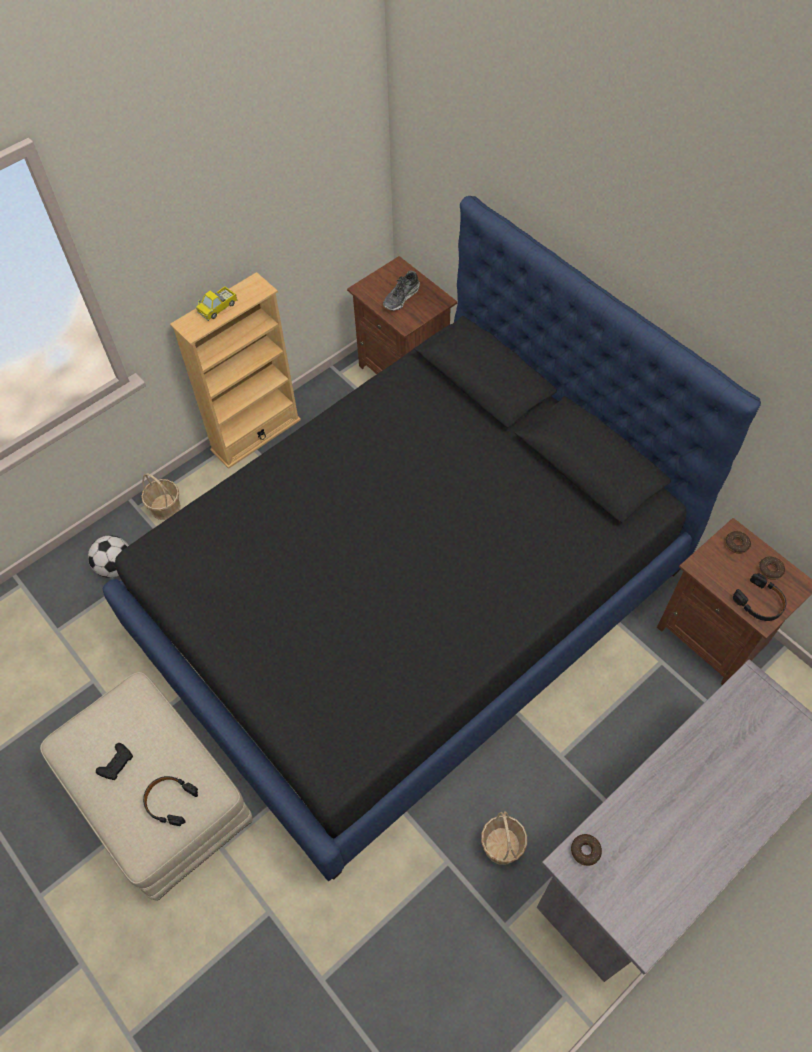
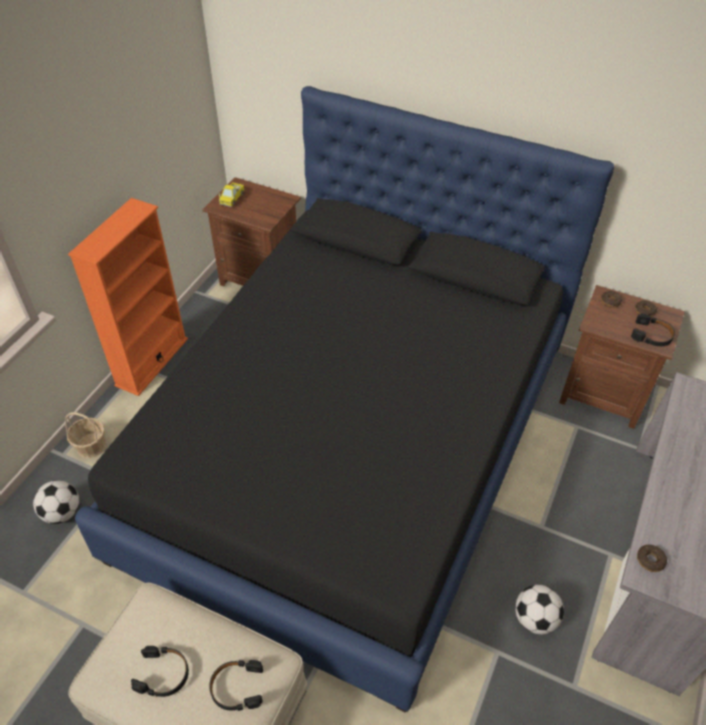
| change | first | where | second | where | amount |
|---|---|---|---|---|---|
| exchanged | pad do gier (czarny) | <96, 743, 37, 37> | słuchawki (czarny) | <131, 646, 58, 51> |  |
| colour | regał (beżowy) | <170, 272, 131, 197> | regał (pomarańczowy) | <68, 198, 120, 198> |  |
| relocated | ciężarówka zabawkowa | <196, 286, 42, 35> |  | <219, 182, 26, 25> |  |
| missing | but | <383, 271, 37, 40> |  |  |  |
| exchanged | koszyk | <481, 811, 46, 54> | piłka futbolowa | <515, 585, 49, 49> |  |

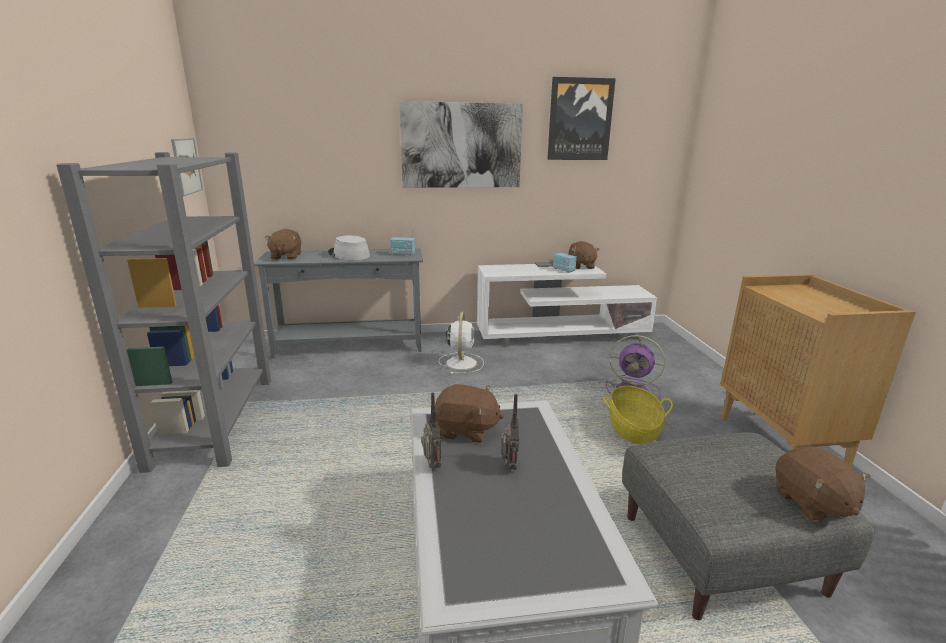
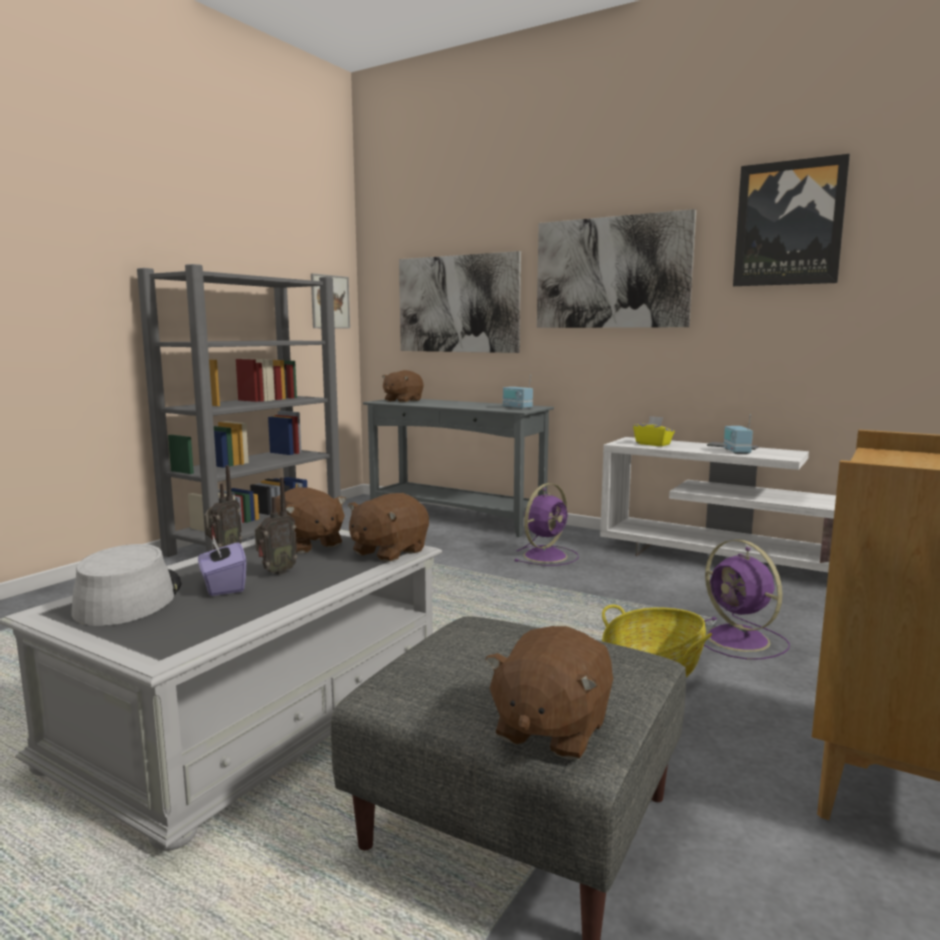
| change | first | where | second | where | amount |
|---|---|---|---|---|---|
| relocated | kapelusz (szary) | <328, 235, 42, 25> |  | <71, 544, 111, 82> |  |
| colour | wentylator (biały) | <439, 312, 45, 62> | wentylator (fioletowy) | <515, 483, 64, 83> |  |
| relocated | pluszak (brązowy) | <569, 241, 31, 28> |  | <348, 493, 81, 69> |  |
| appeared |  |  | pudełko chusteczek (fioletowy) | <198, 536, 48, 60> |  |
| appeared |  |  | obraz | <399, 251, 122, 102> |  |
| appeared |  |  | pudełko chusteczek (żółty) | <633, 416, 42, 30> |  |

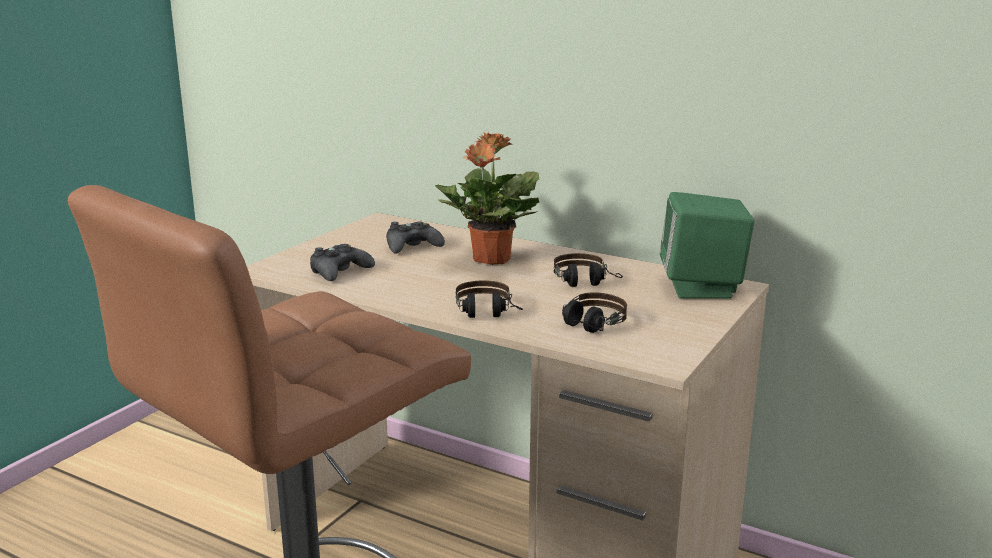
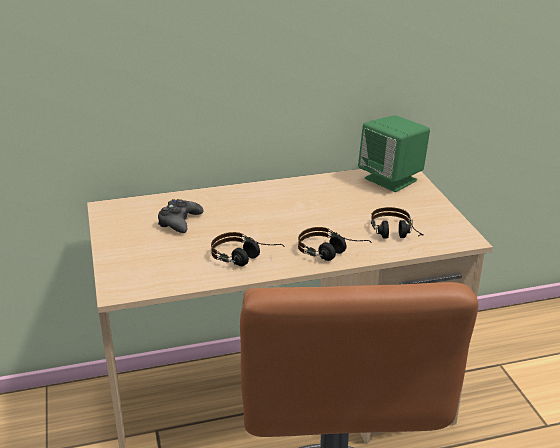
| change | first | where | second | where | amount |
|---|---|---|---|---|---|
| missing | pad do gier (czarny) | <310, 244, 65, 37> |  |  |  |
| missing | roślina doniczkowa | <435, 132, 104, 133> |  |  |  |
| relocated | słuchawki | <554, 253, 69, 34> |  | <211, 232, 74, 34> |  |

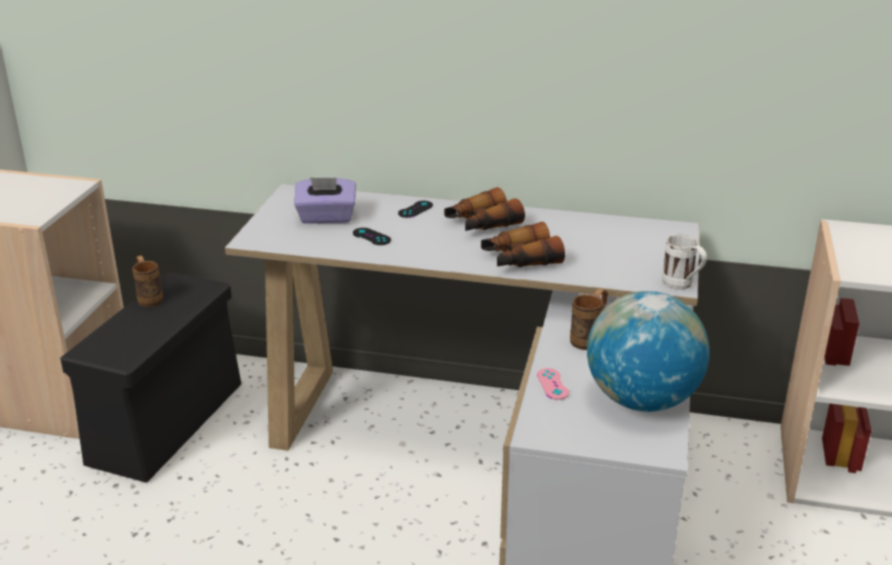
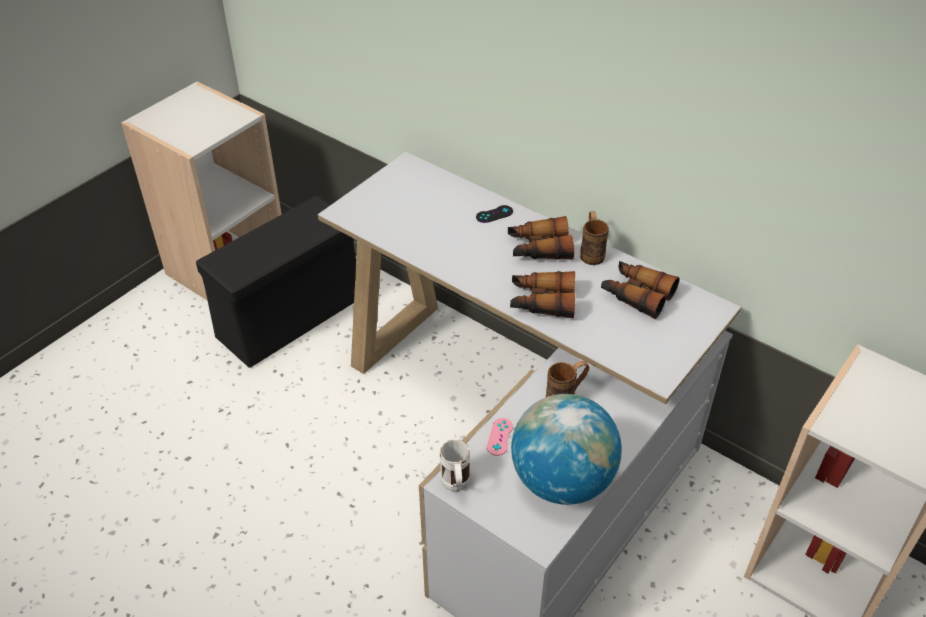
| change | first | where | second | where | amount |
|---|---|---|---|---|---|
| relocated | kubek (brązowy) | <133, 255, 30, 52> |  | <580, 211, 29, 54> |  |
| missing | pudełko chusteczek (fioletowy) | <294, 177, 62, 47> |  |  |  |
| missing | pad do gier (czarny) | <353, 228, 38, 17> |  |  |  |
| relocated | kubek (biały) | <662, 235, 45, 55> |  | <440, 439, 30, 53> |  |
| appeared |  |  | lornetka | <601, 261, 78, 58> |  |

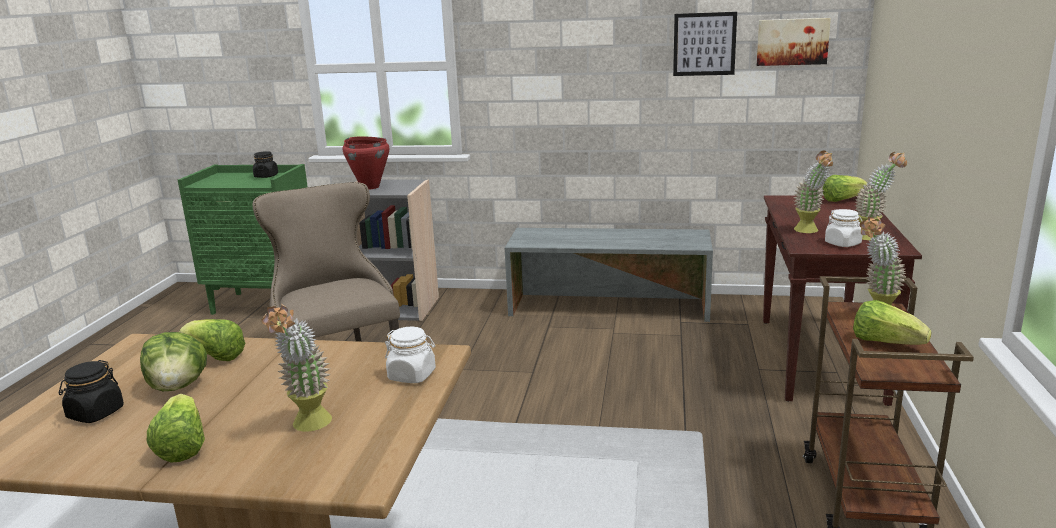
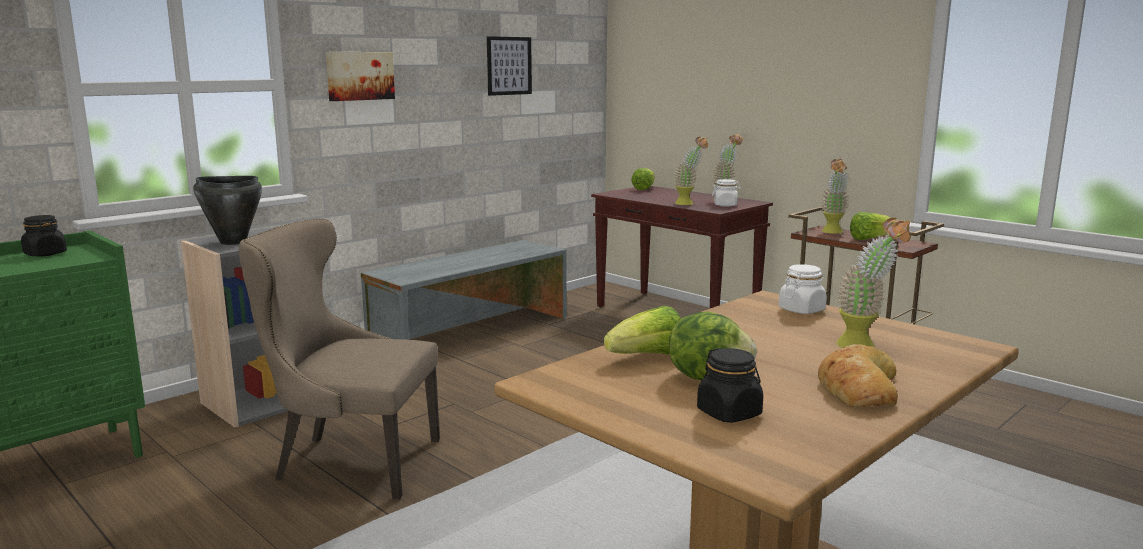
| change | first | where | second | where | amount |
|---|---|---|---|---|---|
| exchanged | sałata | <147, 394, 58, 68> | chleb | <818, 344, 80, 63> |  |
| colour | garnek (czerwony) | <343, 136, 46, 54> | garnek (czarny) | <193, 176, 69, 69> |  |
| relocated | obraz | <756, 18, 75, 48> |  | <326, 52, 69, 49> |  |

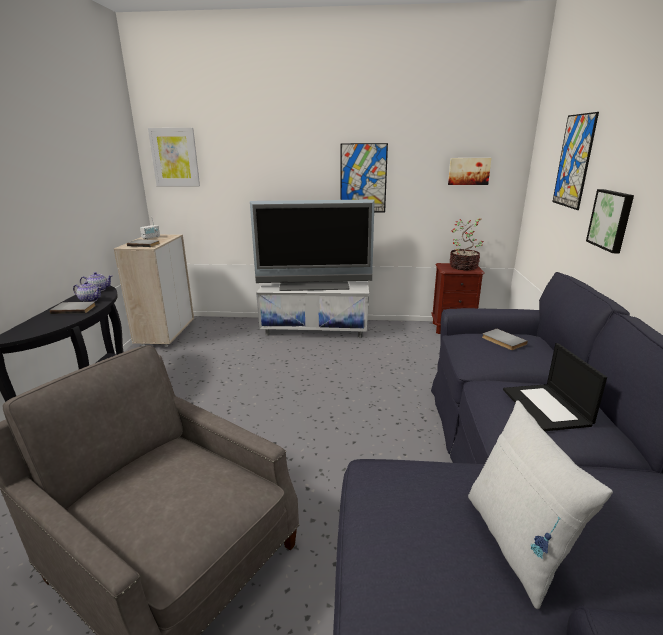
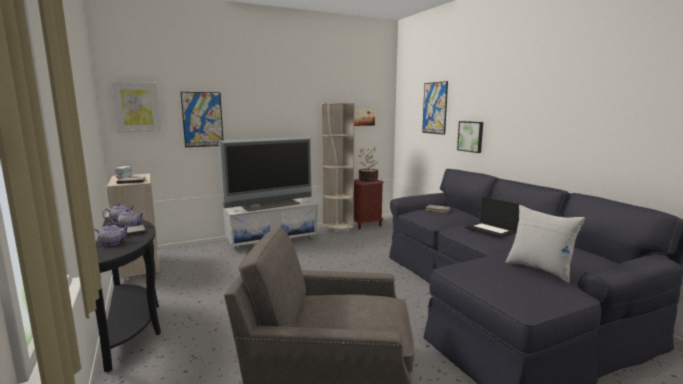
| change | first | where | second | where | amount |
|---|---|---|---|---|---|
| relocated | obraz | <341, 143, 47, 69> |  | <181, 92, 43, 55> |  |
| appeared |  |  | imbryk | <94, 223, 35, 22> |  |
| appeared |  |  | regał (beżowy) | <322, 103, 32, 129> |  |

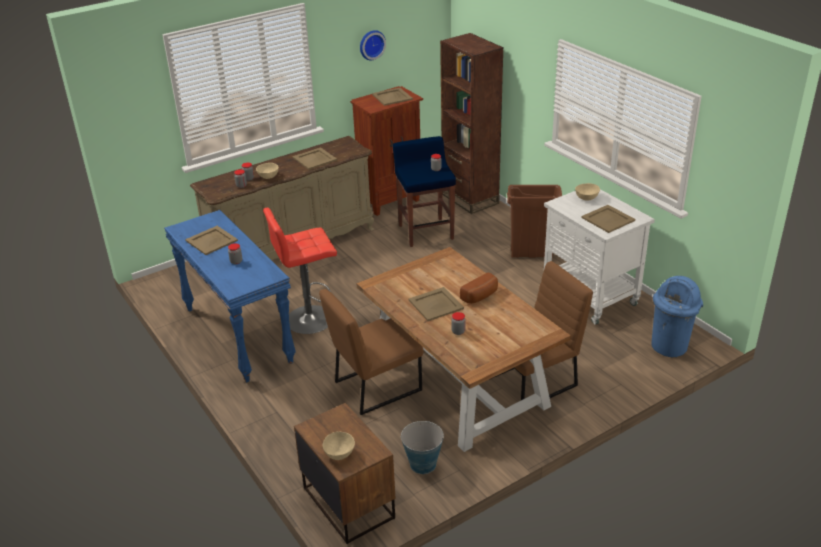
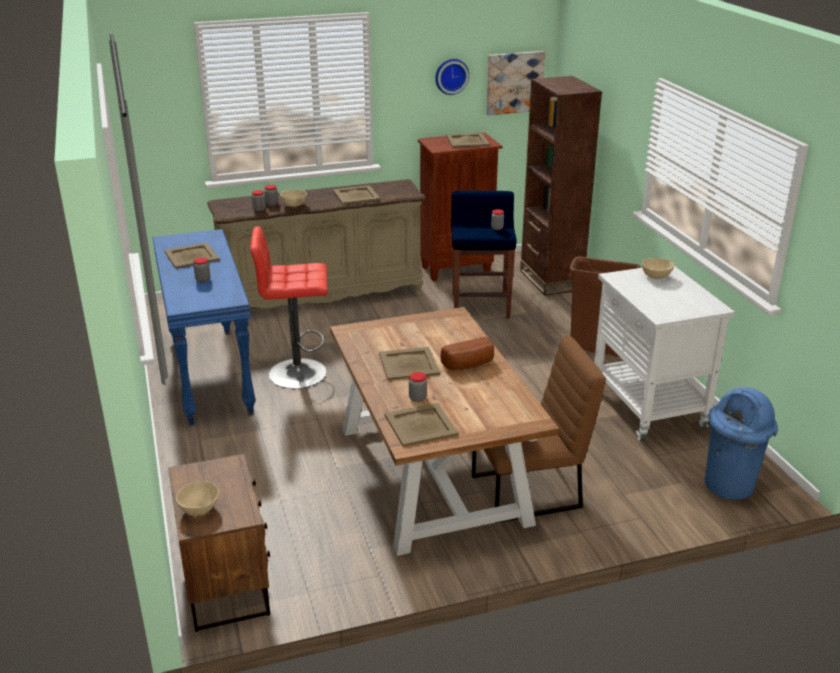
| change | first | where | second | where | amount |
|---|---|---|---|---|---|
| missing | krzesło (brązowy) | <319, 289, 104, 126> |  |  |  |
| missing | wiadro | <400, 421, 44, 53> |  |  |  |
| relocated | taca (beżowy) | <581, 205, 54, 28> |  | <385, 403, 74, 44> |  |
| appeared |  |  | obraz | <487, 51, 58, 64> |  |

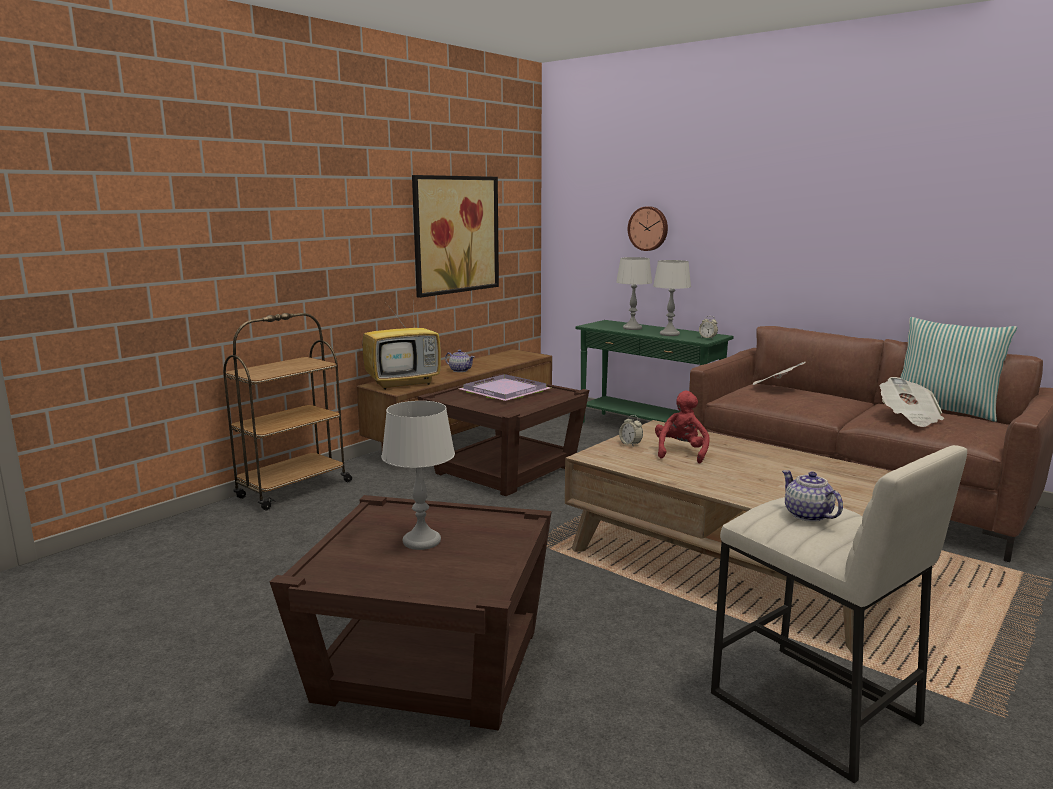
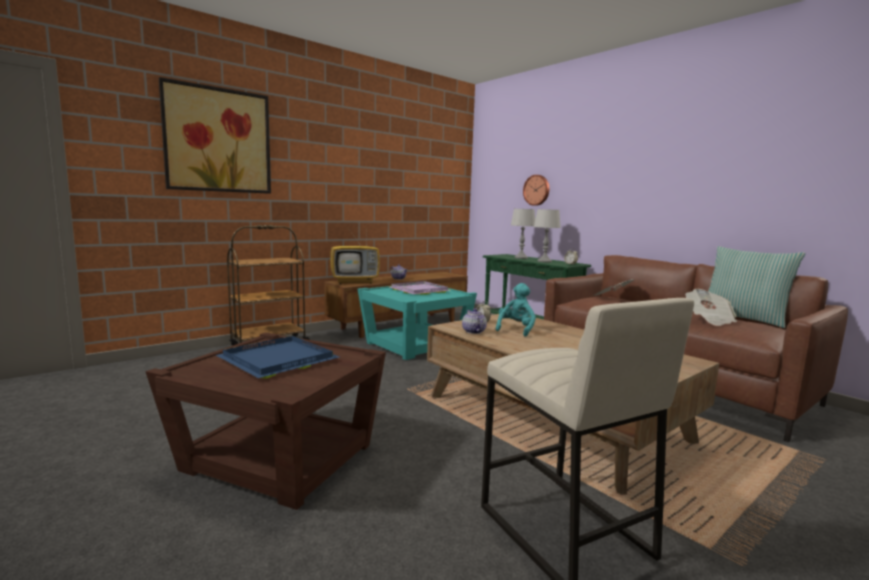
| change | first | where | second | where | amount |
|---|---|---|---|---|---|
| exchanged | lampa stołowa (szary) | <381, 401, 74, 149> | taca (niebieski) | <216, 336, 123, 43> |  |
| relocated | obraz | <412, 175, 87, 123> |  | <159, 77, 112, 117> |  |
| colour | stolik (brązowy) | <417, 373, 172, 123> | stolik (turkusowy) | <358, 283, 119, 77> |  |
| colour | pluszak (czerwony) | <655, 391, 55, 73> | pluszak (turkusowy) | <495, 283, 41, 54> |  |
| relocated | imbryk | <782, 470, 61, 52> |  | <462, 308, 25, 26> |  |

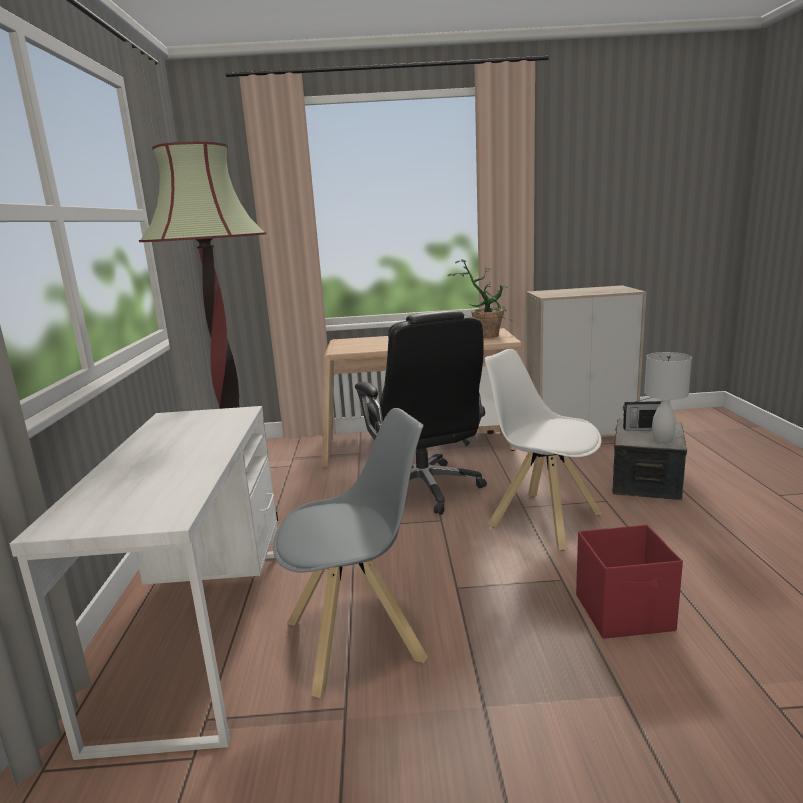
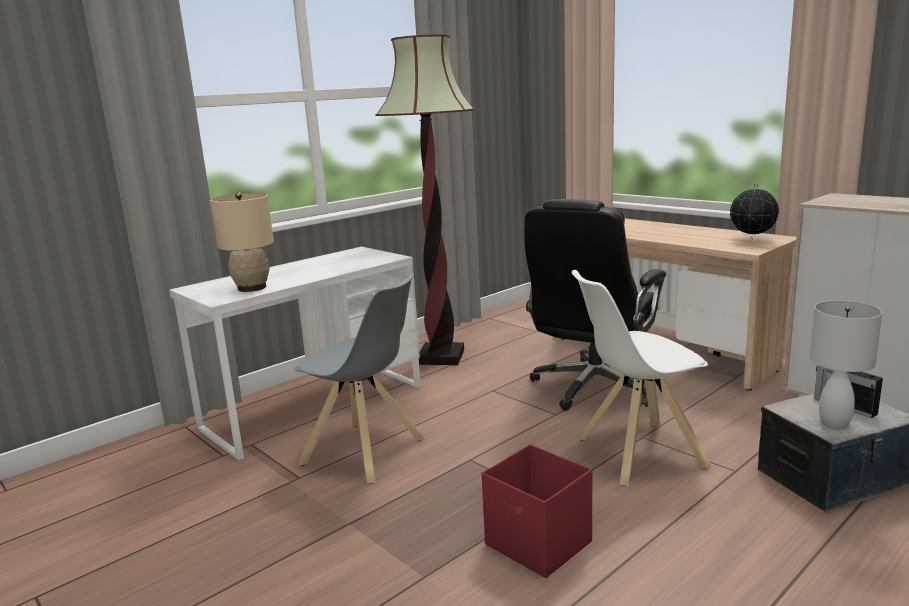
| change | first | where | second | where | amount |
|---|---|---|---|---|---|
| exchanged | roślina doniczkowa | <447, 259, 64, 79> | globus | <730, 183, 49, 57> |  |
| spun | krzesło (biały) | <484, 349, 119, 201> |  | <572, 270, 140, 216> | 105 degrees counterclockwise |
| appeared |  |  | lampa stołowa (beżowy) | <210, 192, 64, 100> |  |

